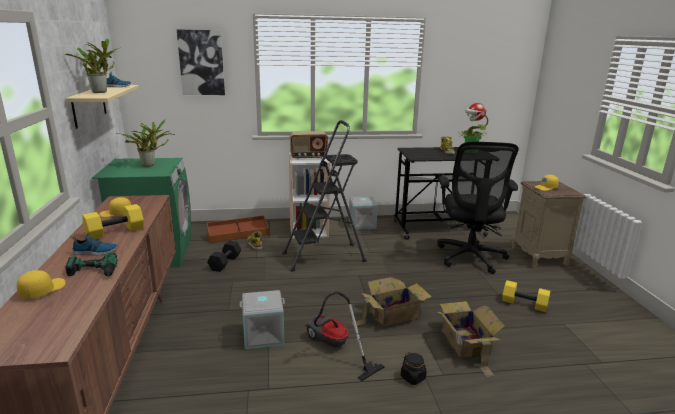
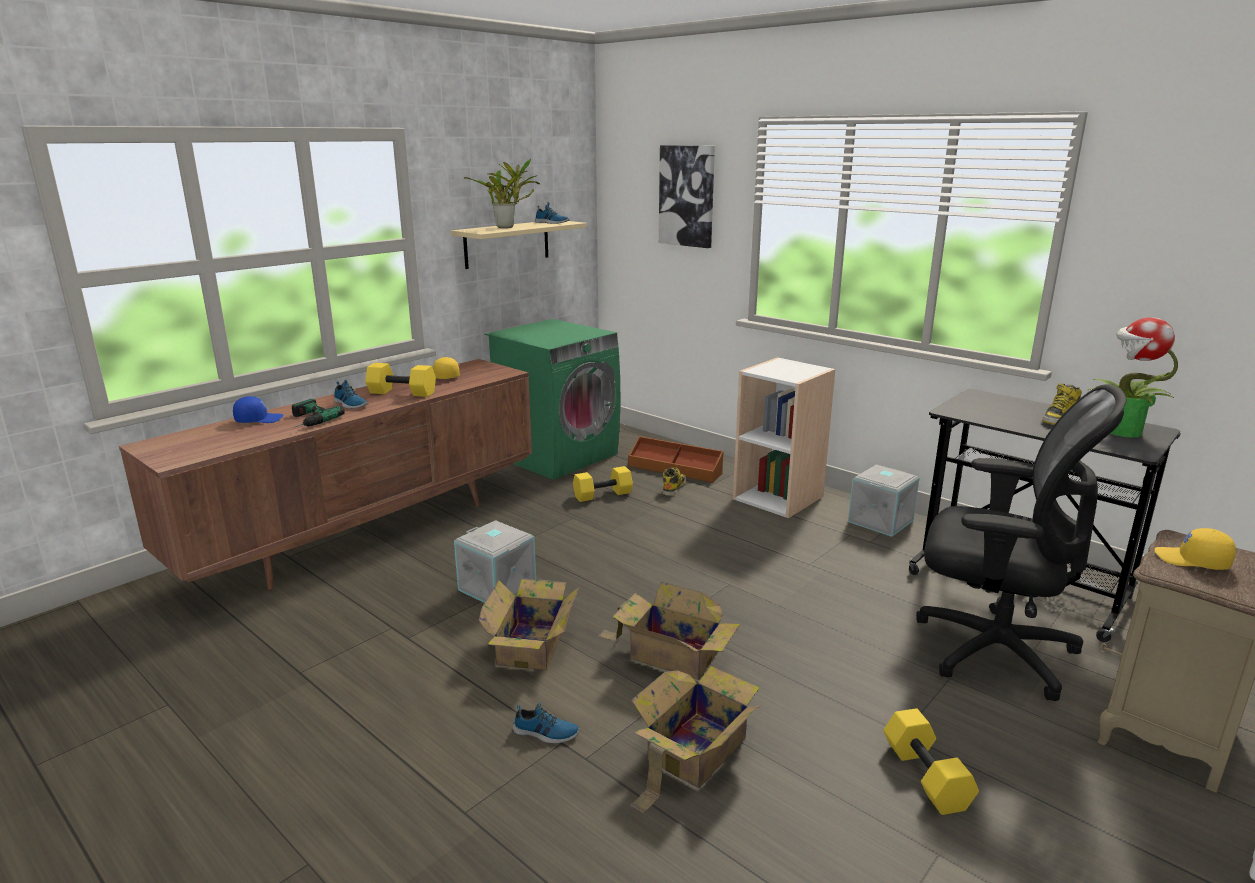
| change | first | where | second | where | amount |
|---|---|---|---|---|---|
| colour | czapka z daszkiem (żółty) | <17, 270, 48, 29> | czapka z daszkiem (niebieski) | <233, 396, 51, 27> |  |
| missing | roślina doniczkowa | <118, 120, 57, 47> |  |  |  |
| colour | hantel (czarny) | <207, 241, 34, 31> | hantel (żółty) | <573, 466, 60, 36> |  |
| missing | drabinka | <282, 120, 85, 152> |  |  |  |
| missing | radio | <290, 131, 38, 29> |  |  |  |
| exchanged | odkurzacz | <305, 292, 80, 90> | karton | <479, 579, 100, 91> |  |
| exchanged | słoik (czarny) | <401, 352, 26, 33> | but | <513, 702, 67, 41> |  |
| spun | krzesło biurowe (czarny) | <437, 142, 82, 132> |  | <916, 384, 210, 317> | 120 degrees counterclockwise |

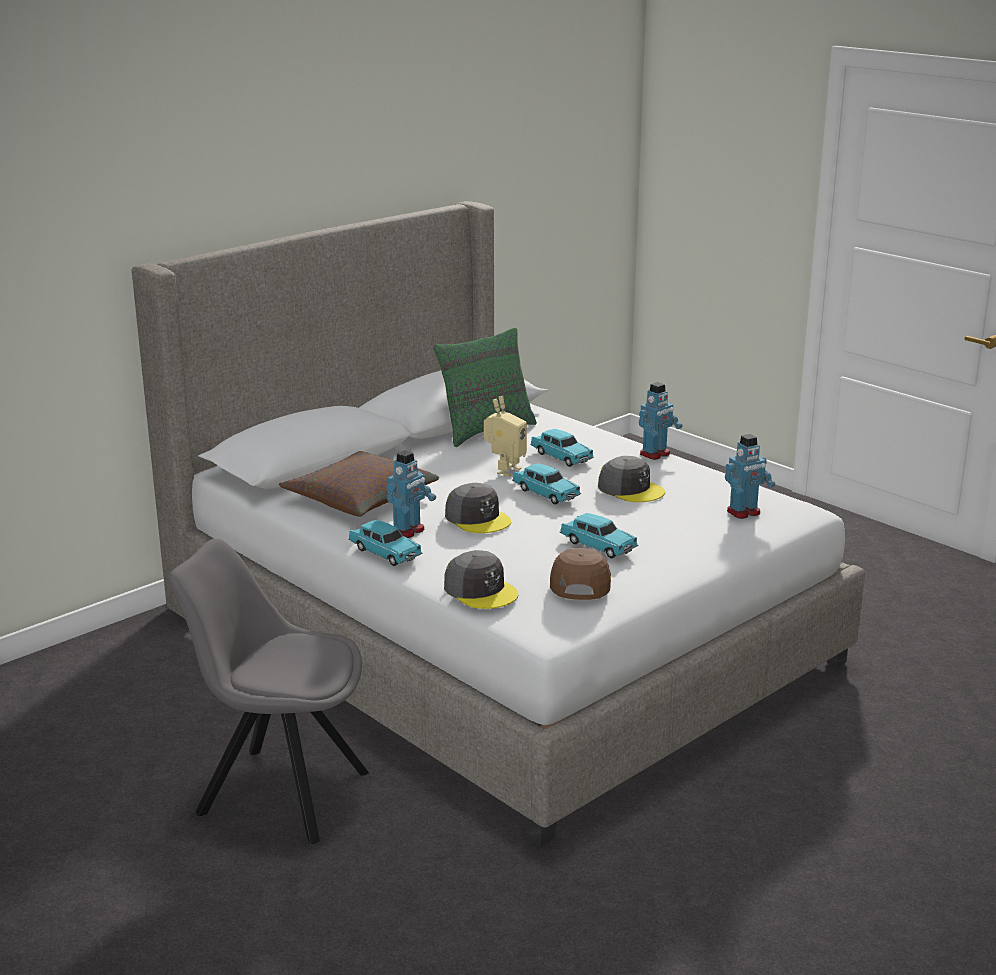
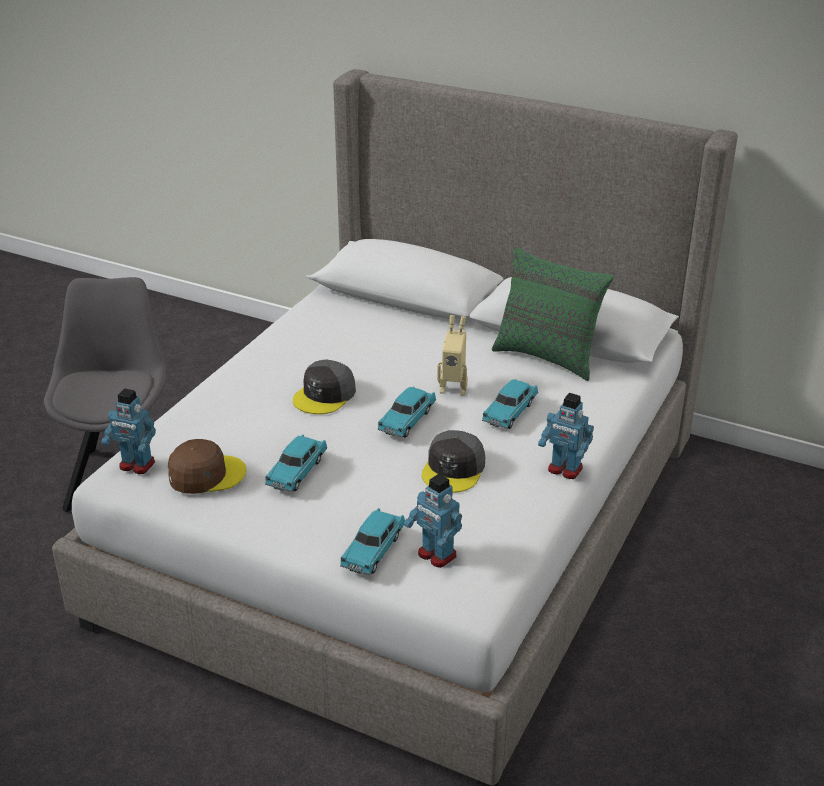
| change | first | where | second | where | amount |
|---|---|---|---|---|---|
| missing | poduszka (brązowy) | <279, 451, 160, 66> |  |  |  |
| relocated | samochodzik (turkusowy) | <348, 520, 74, 46> |  | <340, 508, 65, 67> |  |
| relocated | robot zabawkowy | <386, 450, 50, 88> |  | <101, 388, 55, 86> |  |
| missing | czapka z daszkiem (szary) | <444, 550, 74, 59> |  |  |  |

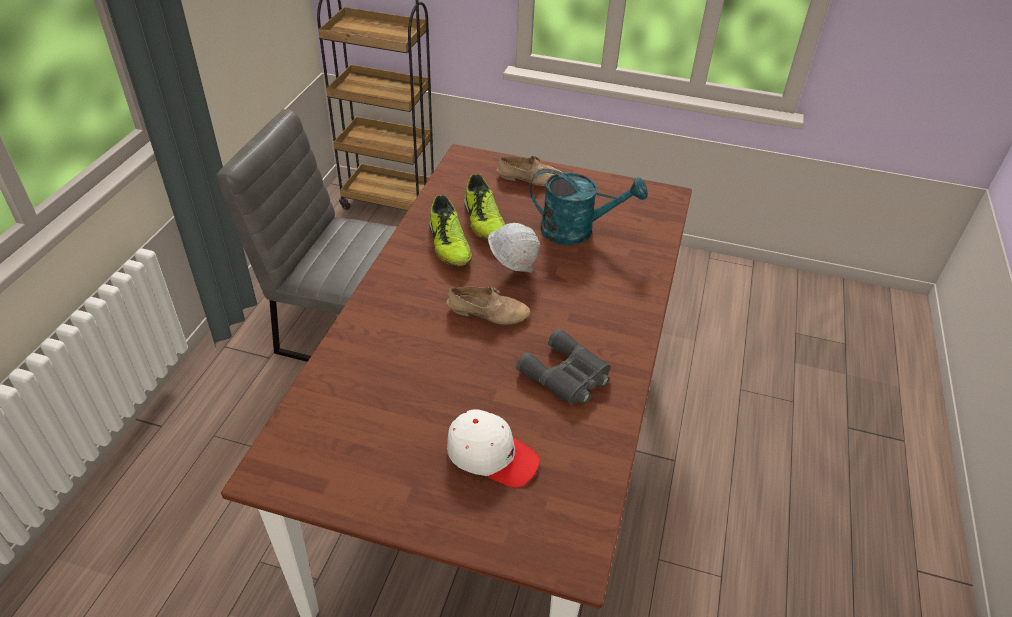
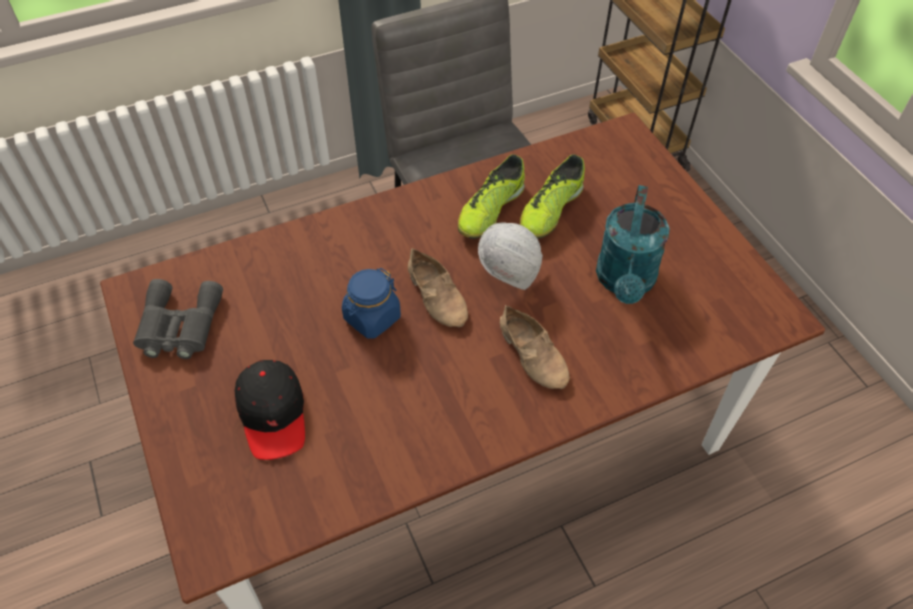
| change | first | where | second | where | amount |
|---|---|---|---|---|---|
| colour | czapka z daszkiem (biały) | <447, 409, 93, 79> | czapka z daszkiem (czarny) | <235, 360, 70, 100> |  |
| relocated | but (beżowy) | <496, 156, 67, 30> |  | <500, 305, 70, 84> |  |
| relocated | lornetka (szary) | <516, 329, 95, 75> |  | <133, 279, 90, 80> |  |
| spun | konewka (turkusowy) | <530, 169, 118, 76> |  | <596, 185, 74, 119> | 45 degrees clockwise |
| appeared |  |  | słoik (niebieski) | <342, 268, 59, 70> |  |

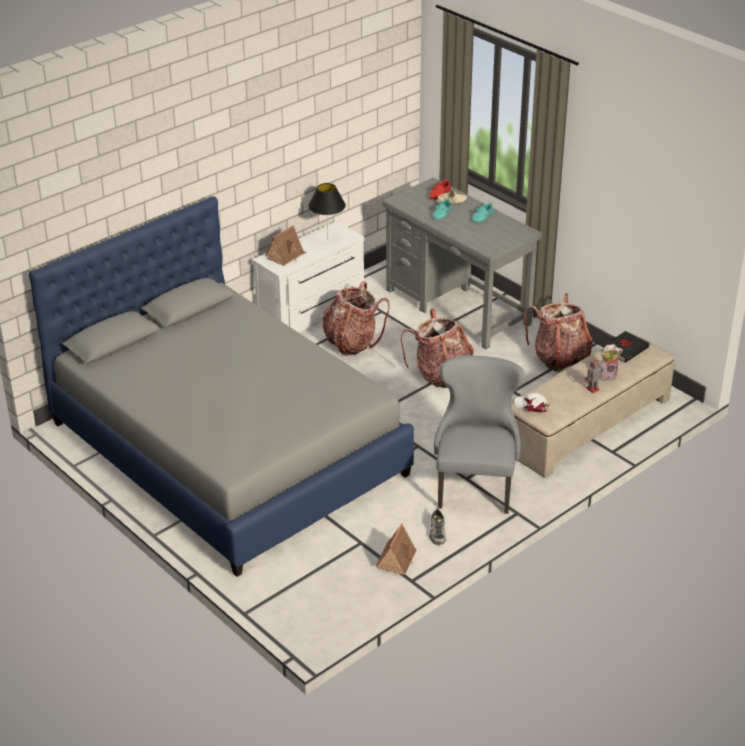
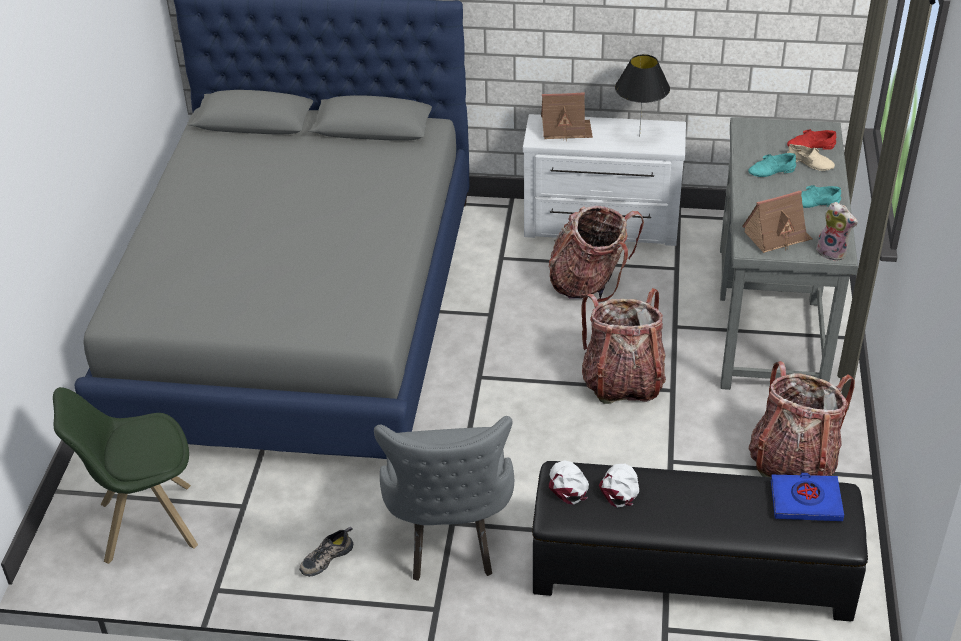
| change | first | where | second | where | amount |
|---|---|---|---|---|---|
| relocated | domek | <376, 523, 40, 52> |  | <742, 190, 70, 63> |  |
| spun | krzesło (szary) | <434, 355, 91, 159> |  | <374, 416, 140, 165> | 120 degrees clockwise |
| colour | ławka (beżowy) | <511, 333, 164, 145> | ławka (czarny) | <532, 461, 336, 160> |  |
| missing | robot zabawkowy | <585, 357, 16, 36> |  |  |  |
| relocated | pluszak | <600, 344, 23, 37> |  | <816, 202, 42, 59> |  |
| colour | książka (czarny) | <602, 331, 47, 32> | książka (niebieski) | <771, 473, 73, 48> |  |
| appeared |  |  | krzesło (zielony) | <53, 387, 145, 177> |  |
| appeared |  |  | czapka z daszkiem (biały) | <599, 464, 40, 44> |  |

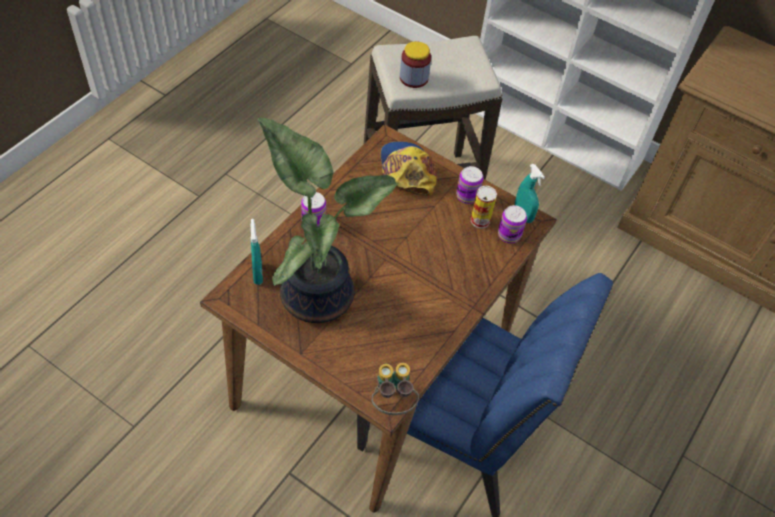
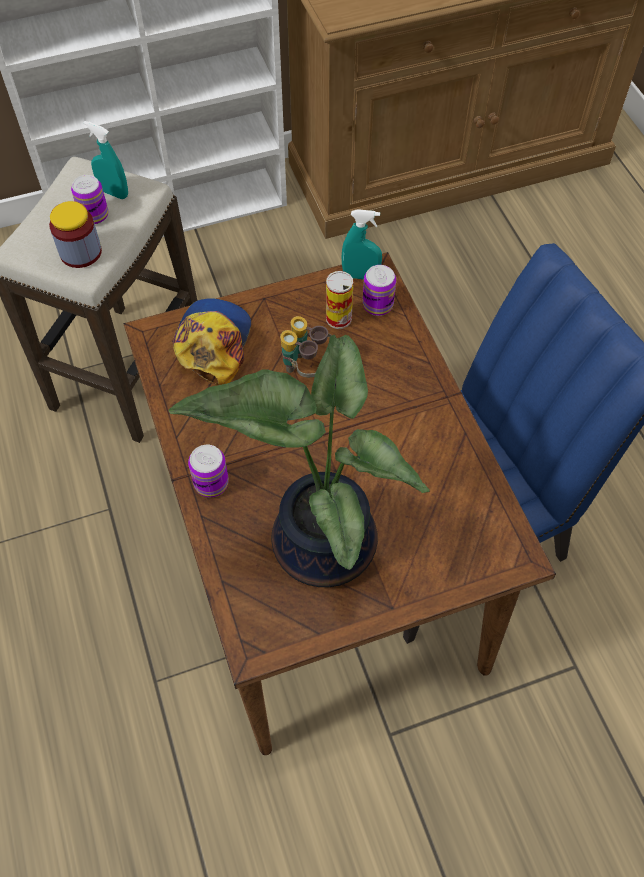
| change | first | where | second | where | amount |
|---|---|---|---|---|---|
| relocated | spryskiwacz (turkusowy) | <251, 219, 12, 66> |  | <84, 121, 44, 78> |  |
| relocated | lornetka | <372, 363, 47, 52> |  | <280, 316, 52, 61> |  |
| spun | czapka z daszkiem | <381, 142, 56, 54> |  | <172, 298, 79, 87> | 75 degrees clockwise |
| relocated | puszka | <456, 166, 28, 38> |  | <71, 175, 37, 50> |  |

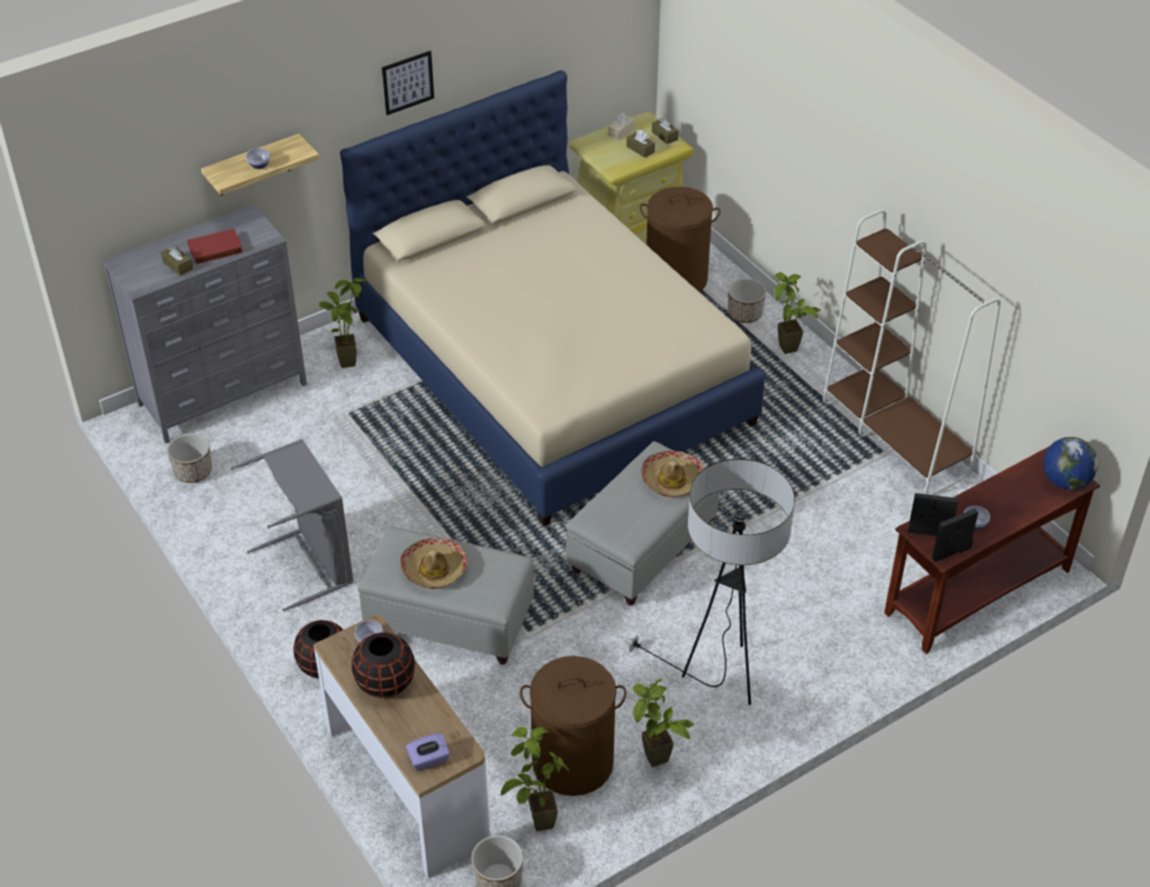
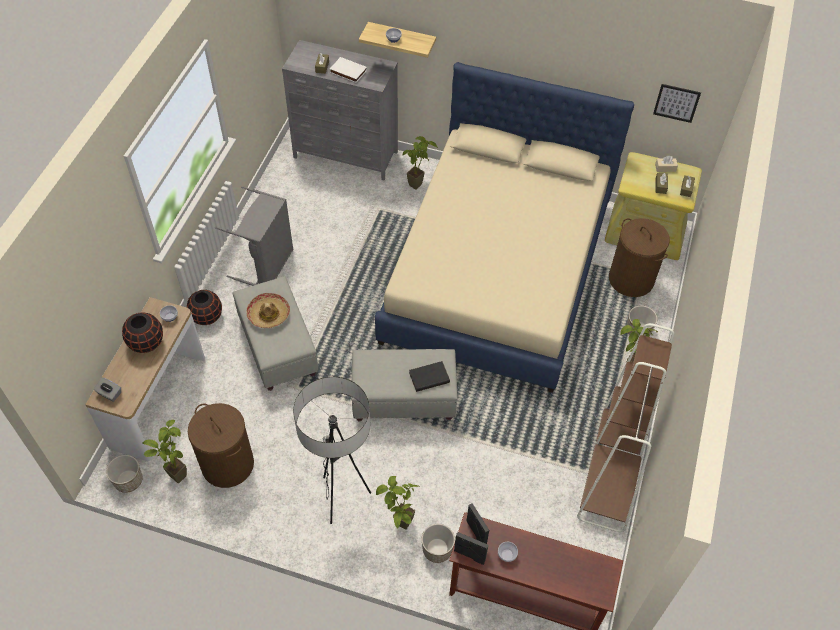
| change | first | where | second | where | amount |
|---|---|---|---|---|---|
| relocated | donica | <167, 433, 45, 50> |  | <422, 524, 33, 39> |  |
| colour | książka (czerwony) | <187, 229, 57, 35> | książka (biały) | <330, 57, 37, 26> |  |
| relocated | obraz | <382, 51, 52, 64> |  | <653, 84, 48, 39> |  |
| colour | pudełko chusteczek (fioletowy) | <406, 733, 44, 38> | pudełko chusteczek (szary) | <94, 377, 27, 25> |  |
| relocated | roślina doniczkowa | <633, 679, 61, 88> |  | <376, 476, 43, 54> |  |
| exchanged | kapelusz | <641, 451, 63, 46> | książka (czarny) | <409, 361, 41, 31> |  |
| missing | globus | <1043, 437, 55, 53> |  |  |  |

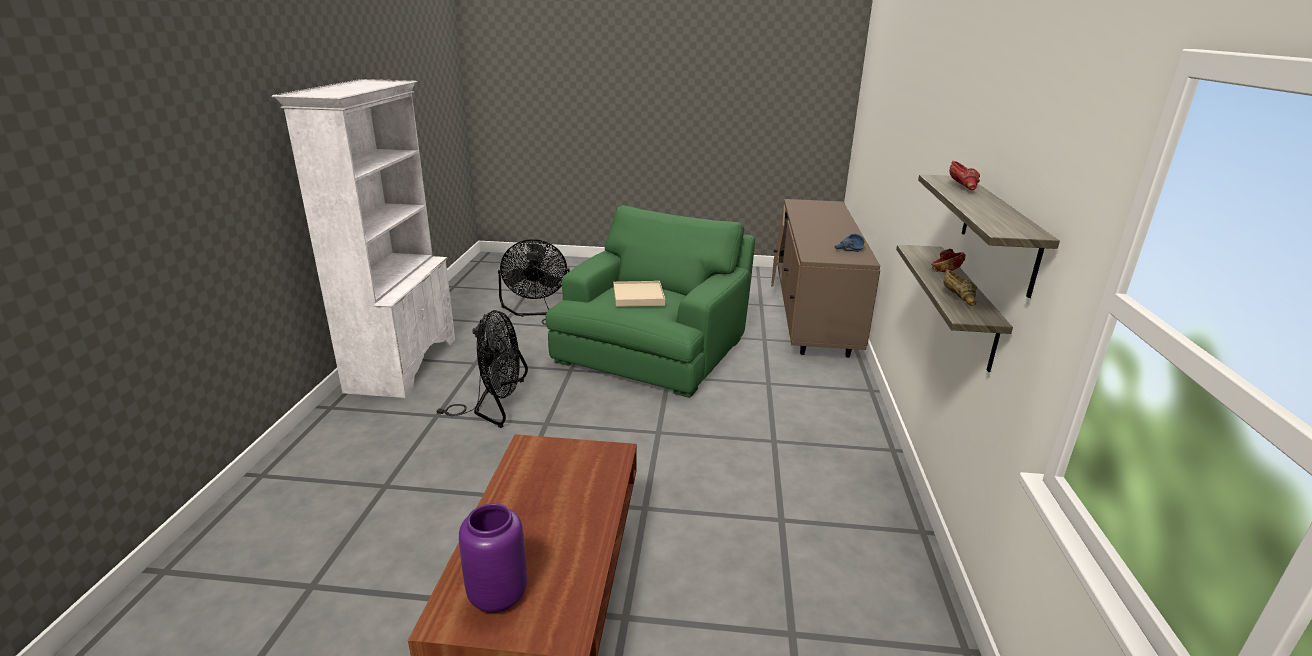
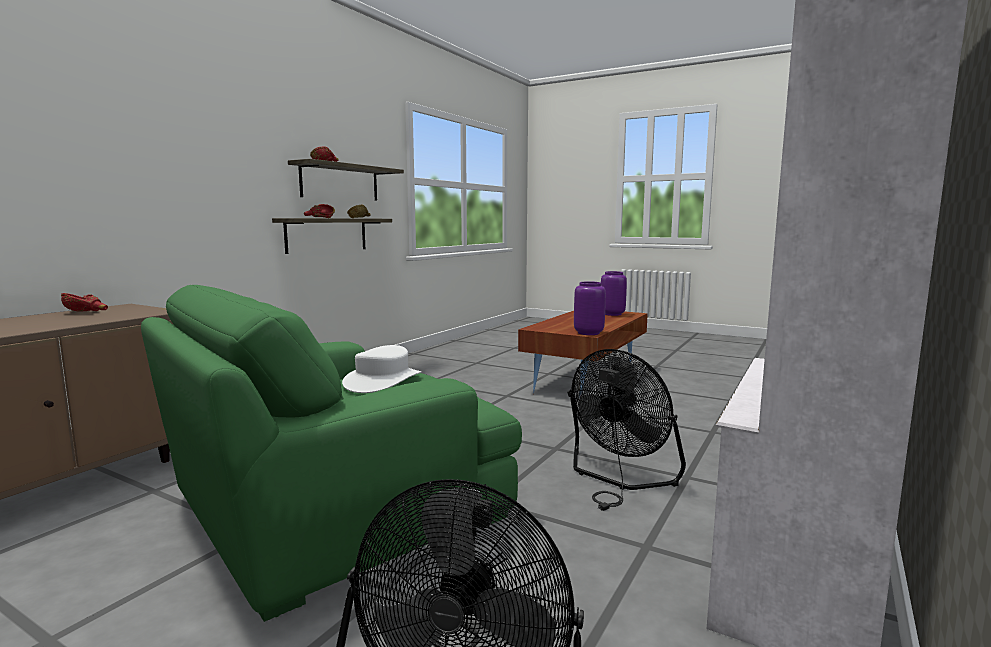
| change | first | where | second | where | amount |
|---|---|---|---|---|---|
| spun | wentylator (czarny) | <436, 310, 92, 118> |  | <567, 349, 119, 162> | 105 degrees clockwise |
| exchanged | taca (beżowy) | <613, 281, 52, 26> | kapelusz (biały) | <342, 345, 79, 48> |  |
| colour | miska (niebieski) | <835, 234, 31, 18> | miska (czerwony) | <61, 293, 47, 18> |  |
| appeared |  |  | wazon (fioletowy) | <574, 281, 32, 54> |  |

